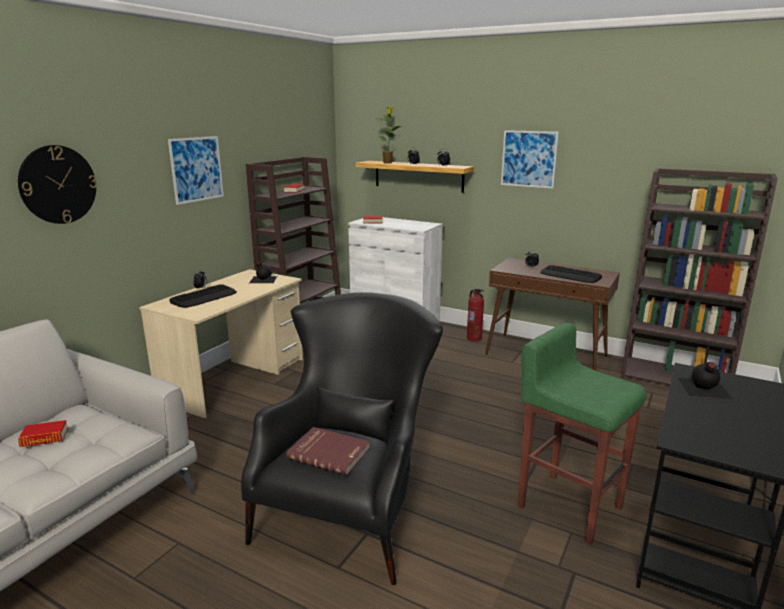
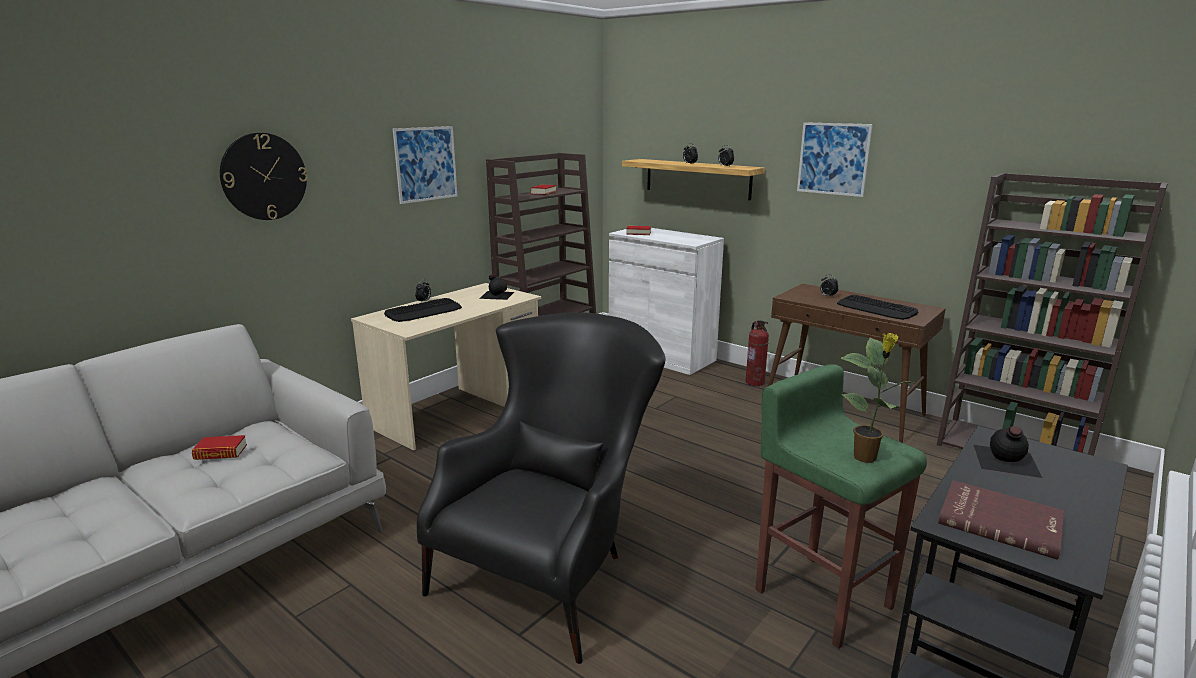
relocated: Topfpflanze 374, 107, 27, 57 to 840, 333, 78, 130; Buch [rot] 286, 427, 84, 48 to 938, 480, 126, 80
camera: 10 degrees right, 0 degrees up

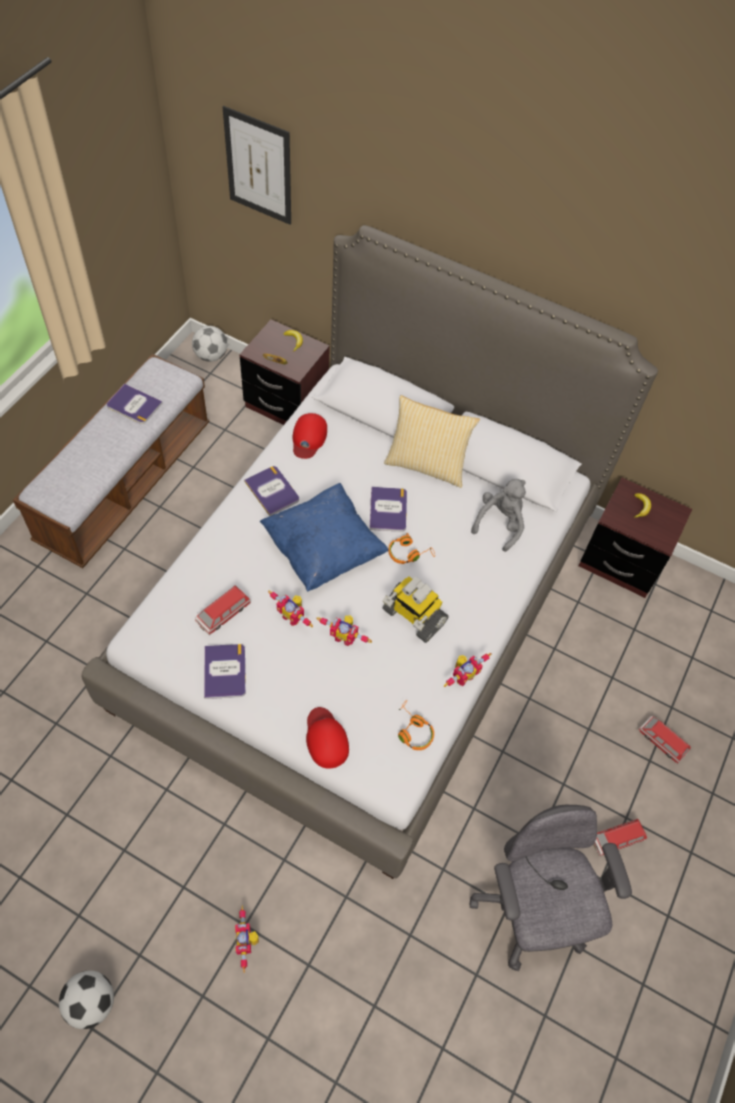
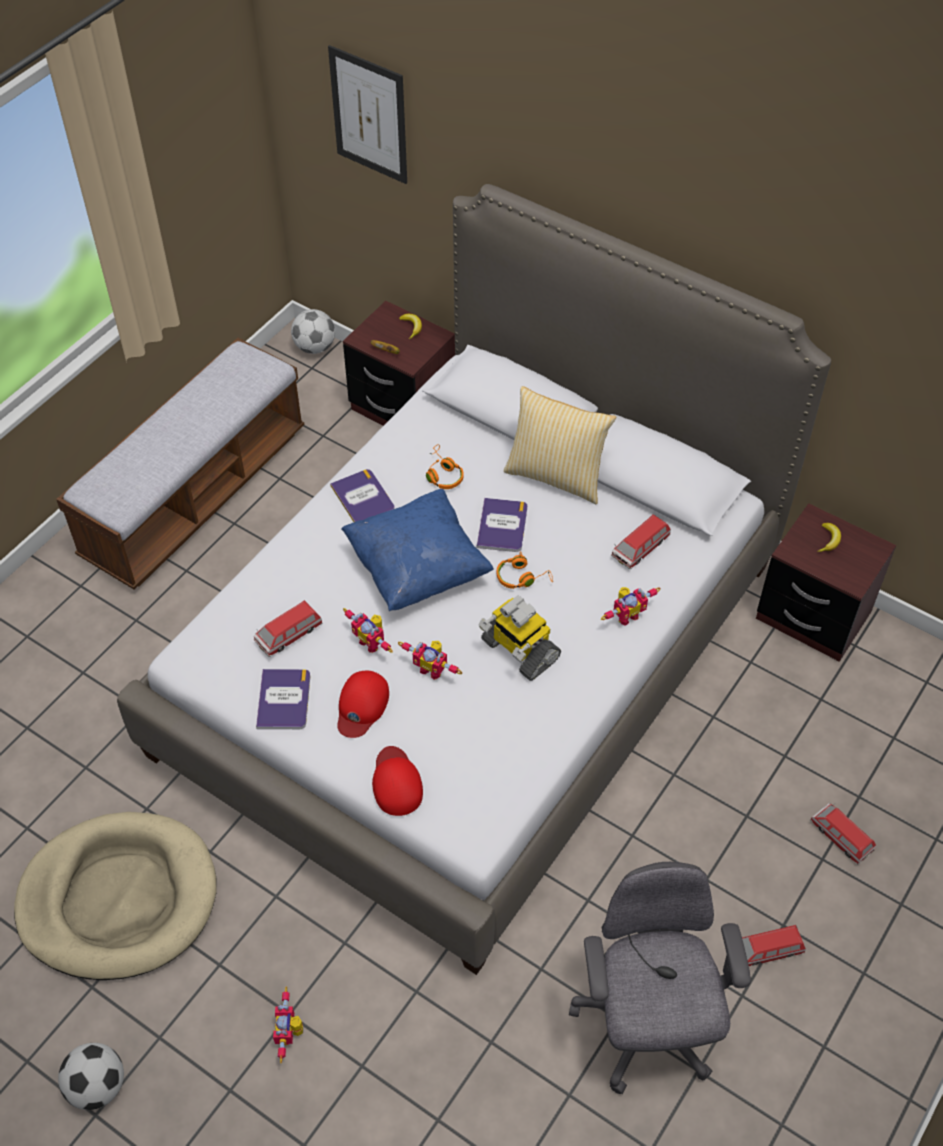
missing: Buch 107, 384, 56, 40
appeared: Hundebett [beige] 14, 812, 202, 168
relocated: Kappe [rot] 292, 413, 35, 46 to 337, 671, 52, 67; Kopfhörer [orange] 398, 700, 36, 50 to 426, 444, 38, 45; Spielzeugroboter 444, 653, 48, 34 to 601, 587, 59, 39
exchanged: Plüschtier [grau] 471, 479, 55, 73 to Spielzeugauto 611, 514, 60, 55
camera: 10 degrees right, 5 degrees down

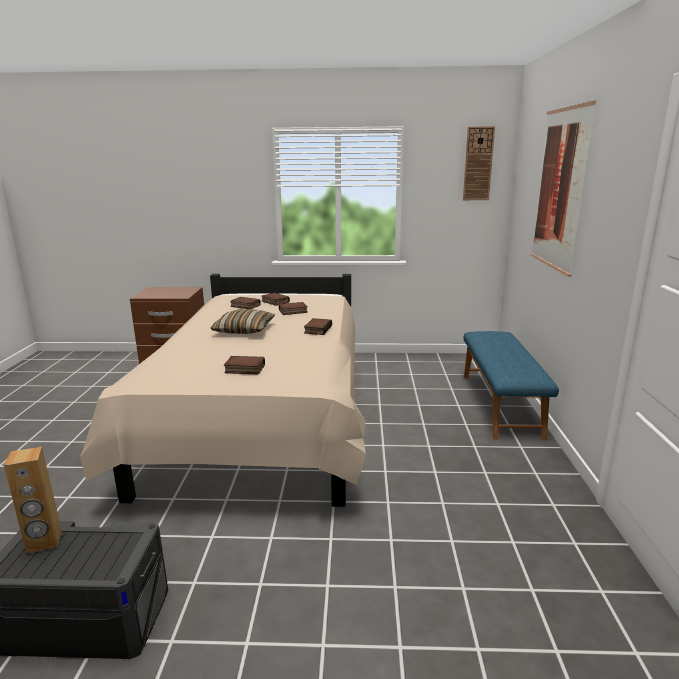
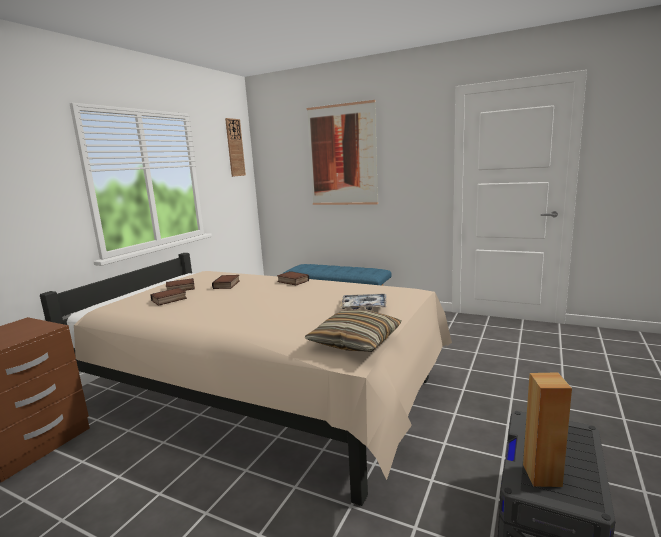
relocated: Kissen 210, 309, 65, 25 to 304, 310, 98, 42
exchanged: Buch 224, 356, 41, 18 to Tablett 339, 294, 47, 16
camera: 65 degrees left, 5 degrees down

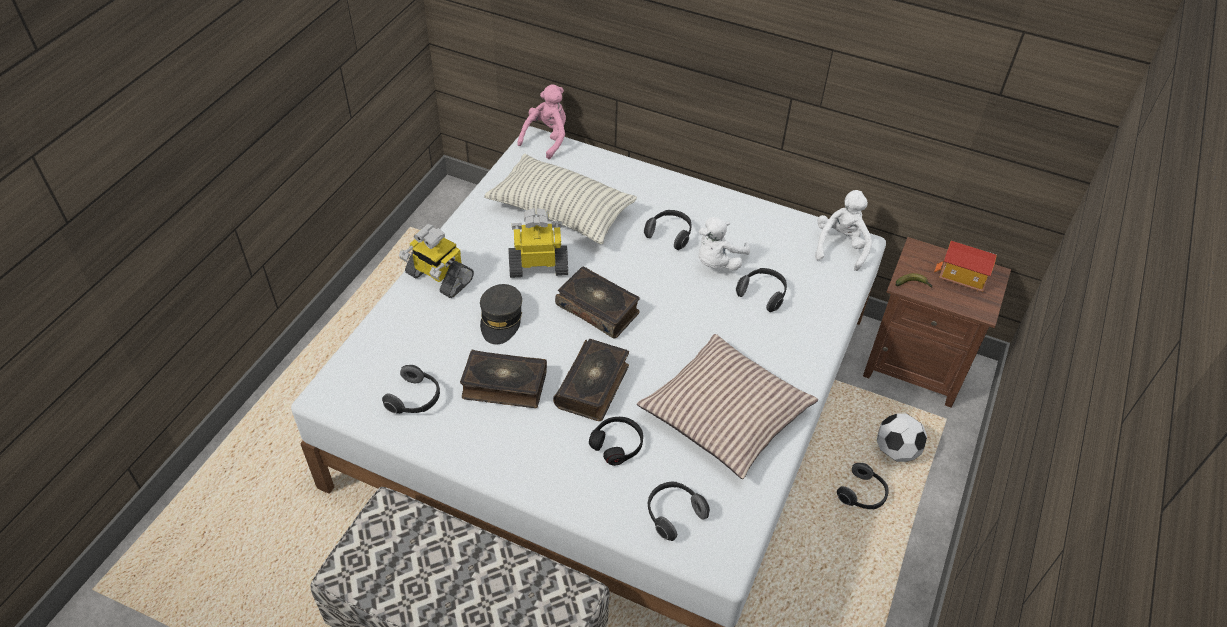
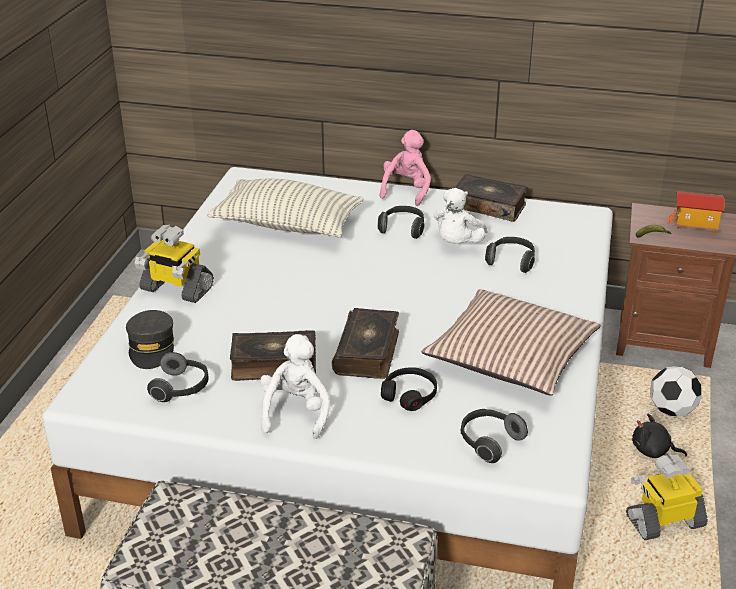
relocated: Kappe [grau] 480, 284, 42, 60 to 126, 310, 48, 59; Plüschtier [weiß] 815, 190, 57, 81 to 260, 334, 70, 105; Plüschtier [rosa] 517, 84, 49, 75 to 379, 130, 52, 76; Buch 555, 266, 85, 72 to 455, 174, 72, 48; Spielzeugroboter 508, 208, 60, 70 to 626, 455, 82, 85
exchanged: Kopfhörer 837, 463, 52, 47 to Plüschtier [schwarz] 632, 414, 55, 44
camera: 10 degrees left, 15 degrees down

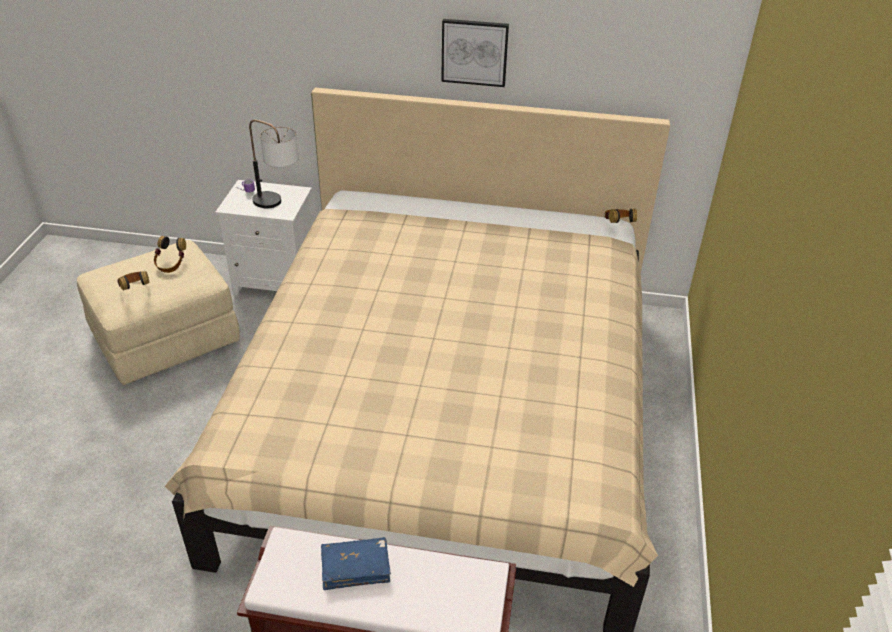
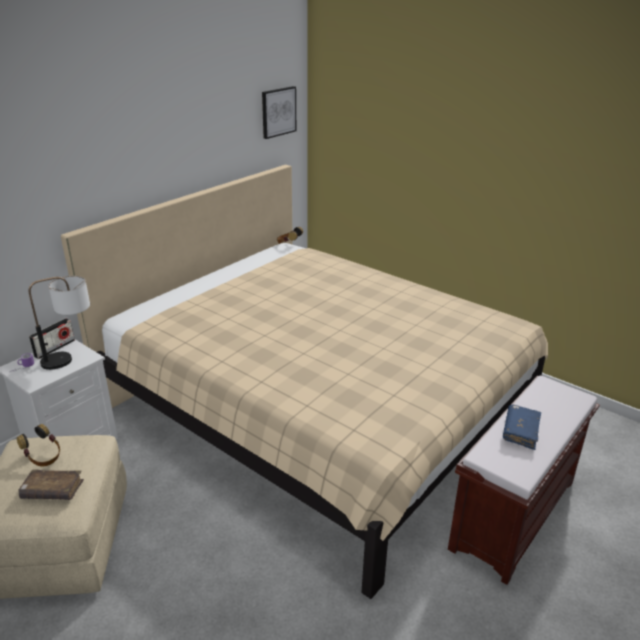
appeared: Radio 29, 318, 46, 41
relocated: Bild 441, 19, 68, 68 to 262, 86, 34, 53
exchanged: Kopfhörer 117, 271, 32, 19 to Buch [braun] 18, 469, 66, 31
camera: 60 degrees left, 10 degrees down

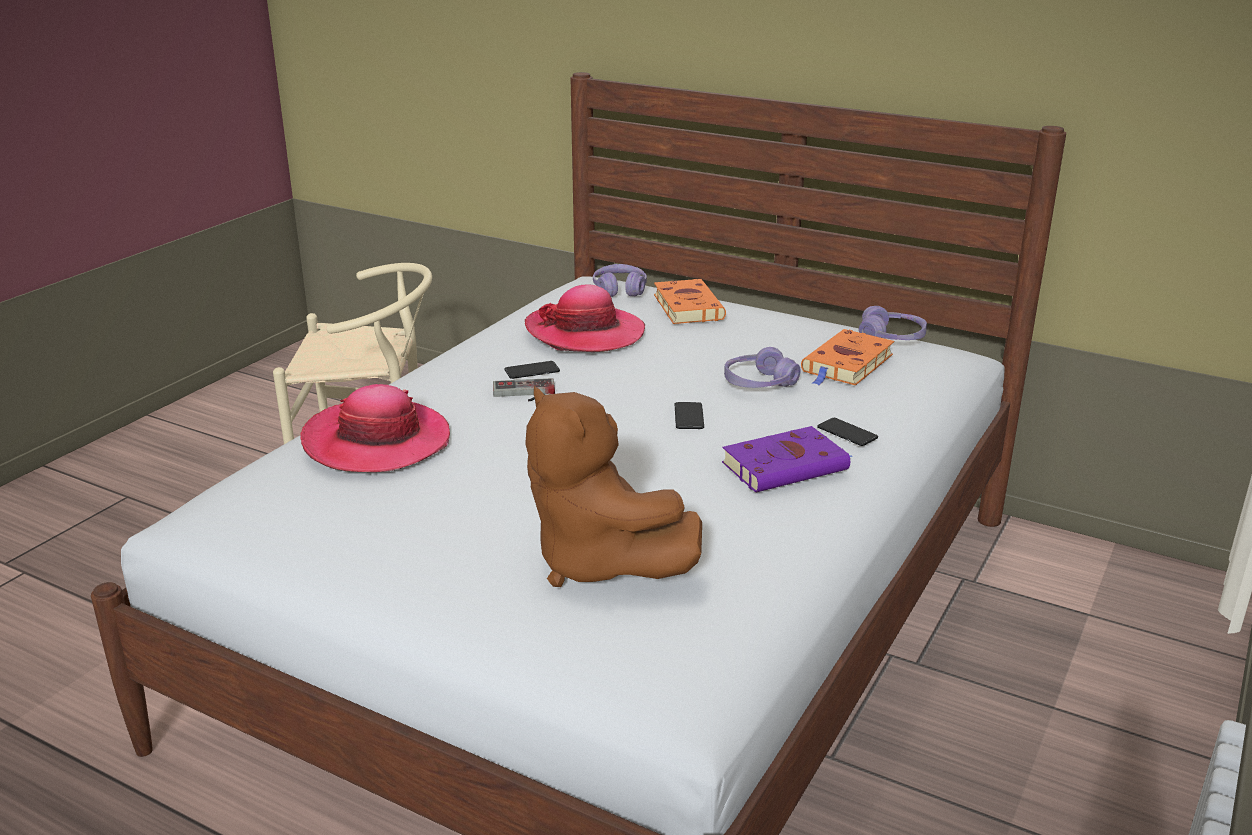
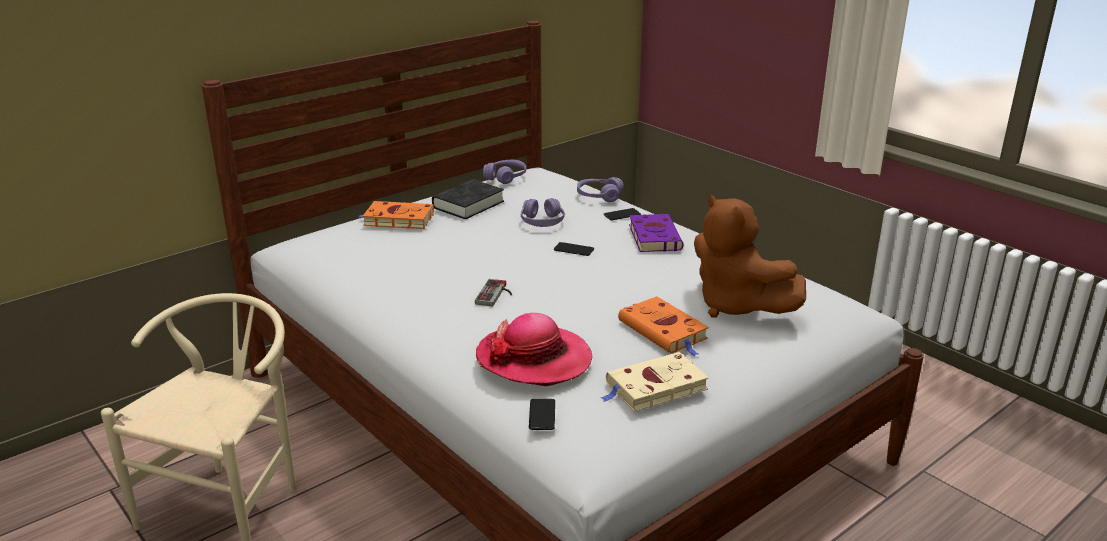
missing: Hut 525, 284, 120, 68
appeared: Buch [schwarz] 432, 179, 72, 40; Buch [beige] 601, 352, 108, 60
relocated: Handy 504, 361, 56, 18 to 529, 399, 26, 31; Kopfhörer [lila] 593, 264, 54, 33 to 577, 177, 47, 25; Buch [orange] 801, 329, 93, 57 to 618, 297, 91, 59
spun: Plüschtier [braun] 525, 385, 177, 202 = 694, 194, 112, 124 75 degrees clockwise
camera: 70 degrees left, 0 degrees up

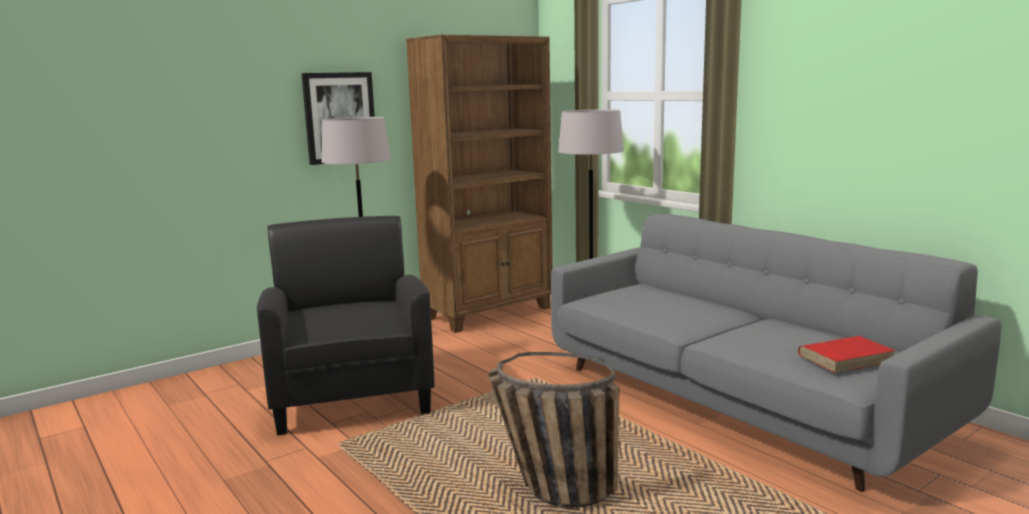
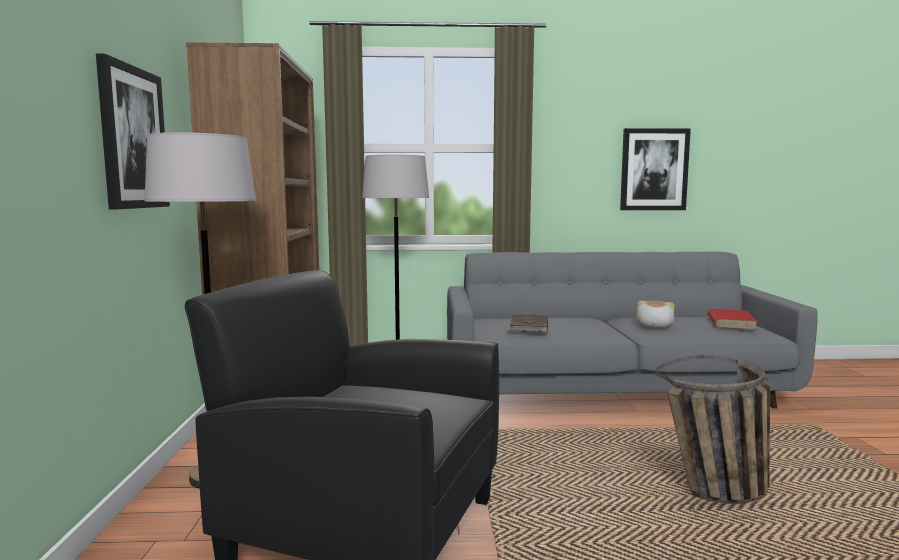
appeared: Buch [braun] 507, 315, 41, 18; Bild 620, 128, 71, 82; Plüschtier 636, 300, 39, 28
camera: 55 degrees left, 5 degrees down

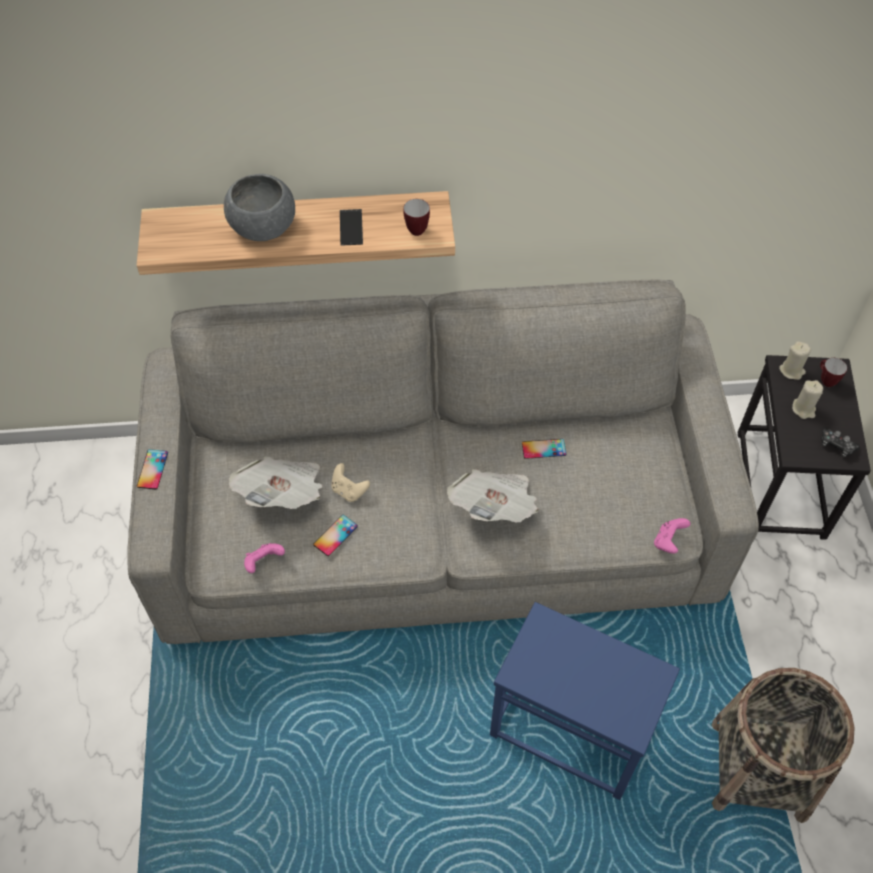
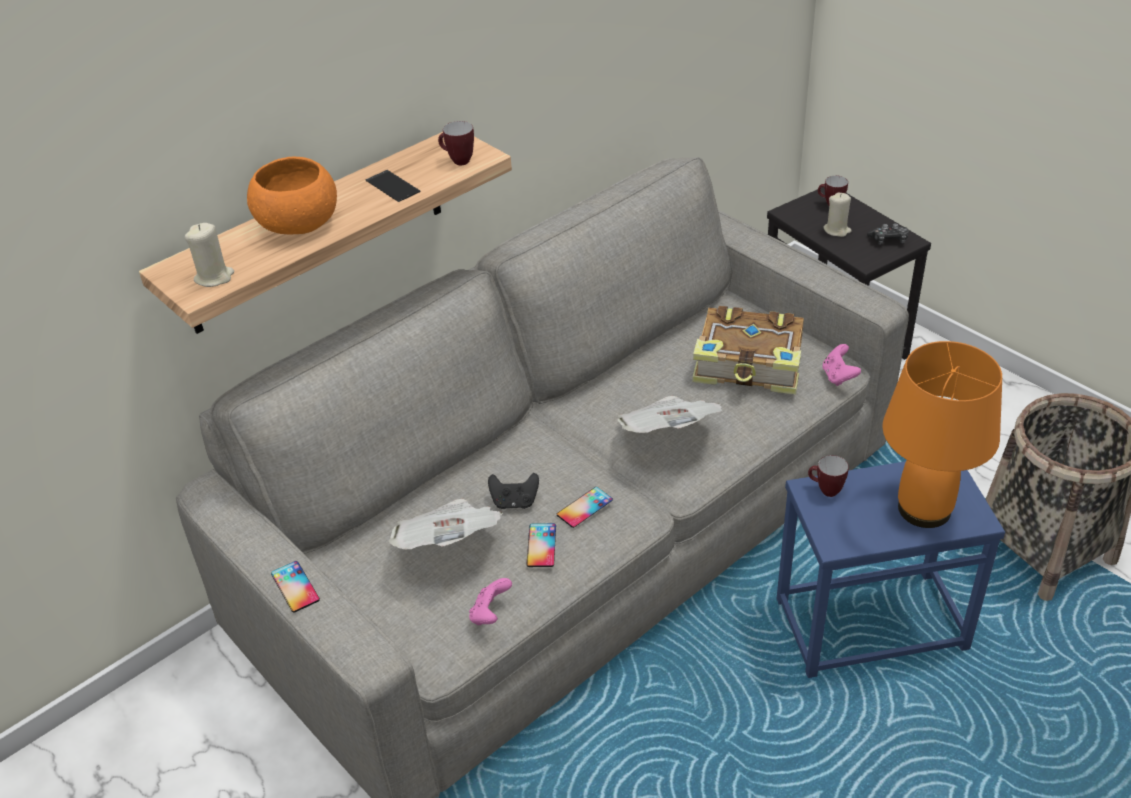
appeared: Buch 693, 306, 111, 88; Henkelbecher 808, 455, 41, 42; Tischlampe [orange] 882, 341, 120, 187
relocated: Kerze [beige] 779, 341, 32, 39 to 185, 223, 49, 64; Handy 522, 439, 44, 20 to 557, 487, 56, 41
colour: Schüssel [grau] 224, 174, 71, 67 to Schüssel [orange] 247, 157, 90, 77; Gamepad [beige] 331, 463, 39, 39 to Gamepad [schwarz] 488, 473, 51, 36
camera: 35 degrees left, 15 degrees down

